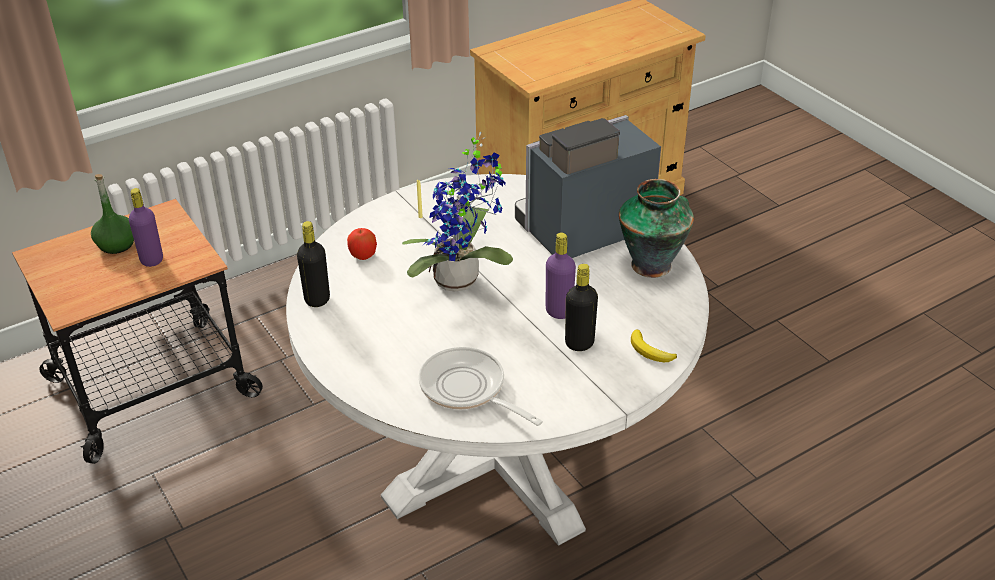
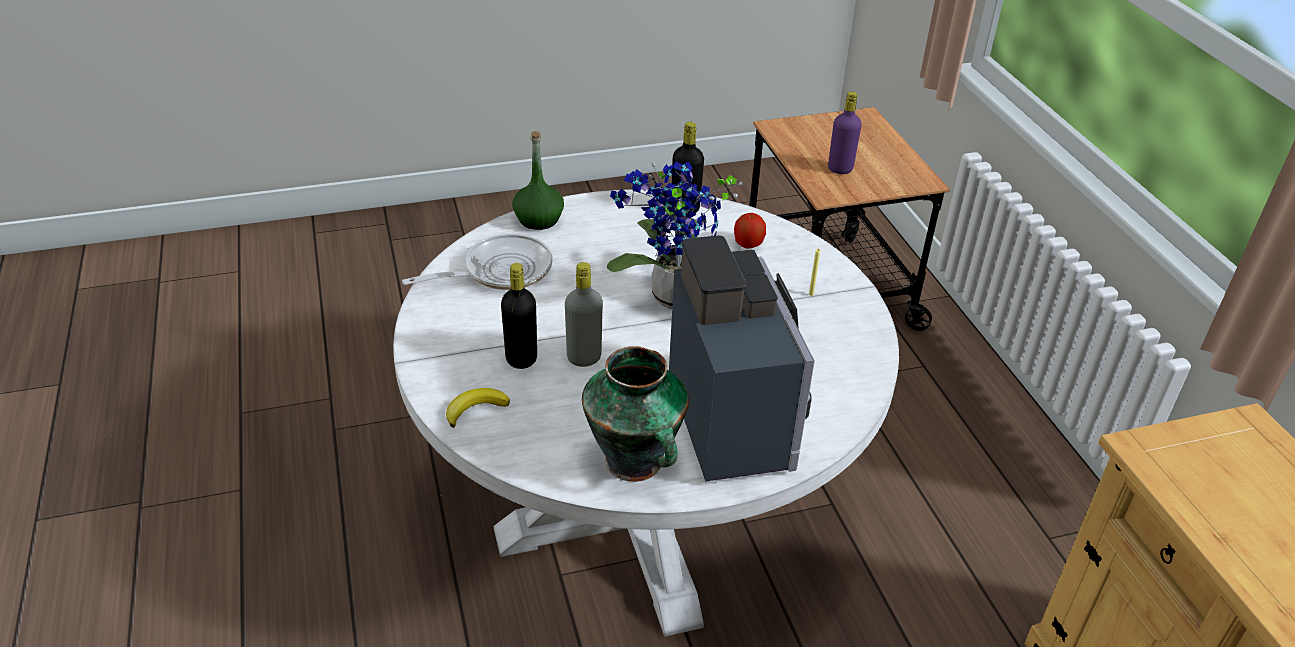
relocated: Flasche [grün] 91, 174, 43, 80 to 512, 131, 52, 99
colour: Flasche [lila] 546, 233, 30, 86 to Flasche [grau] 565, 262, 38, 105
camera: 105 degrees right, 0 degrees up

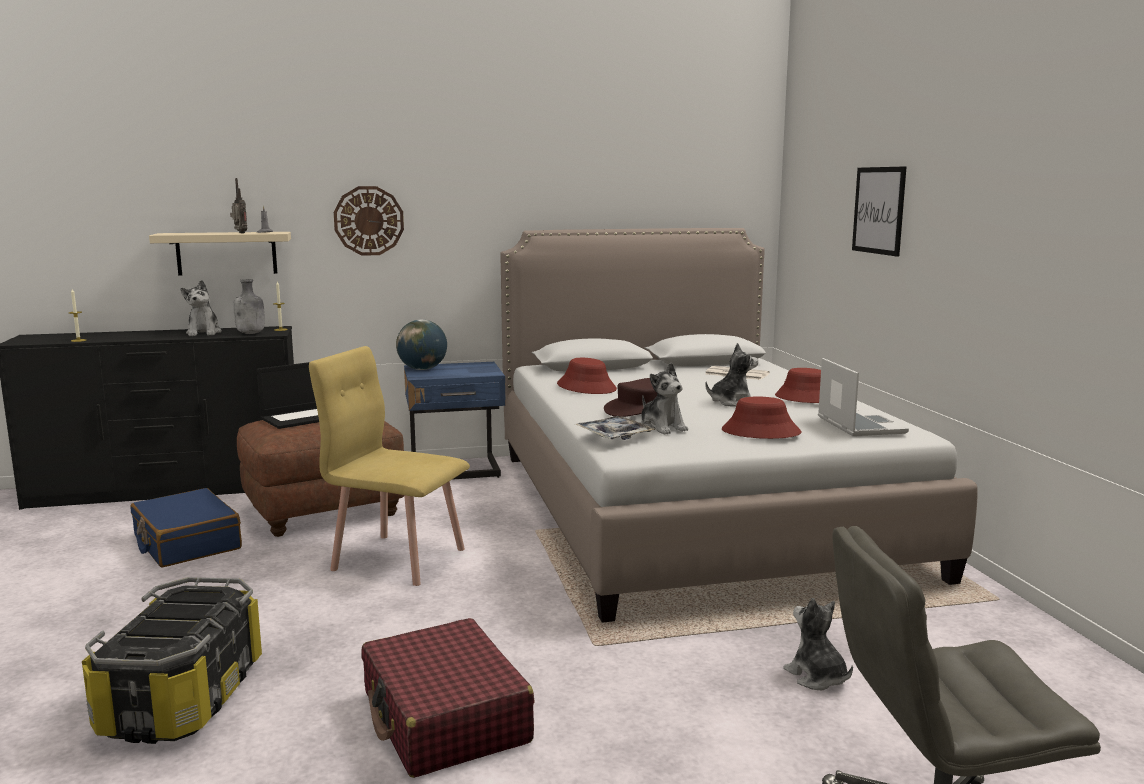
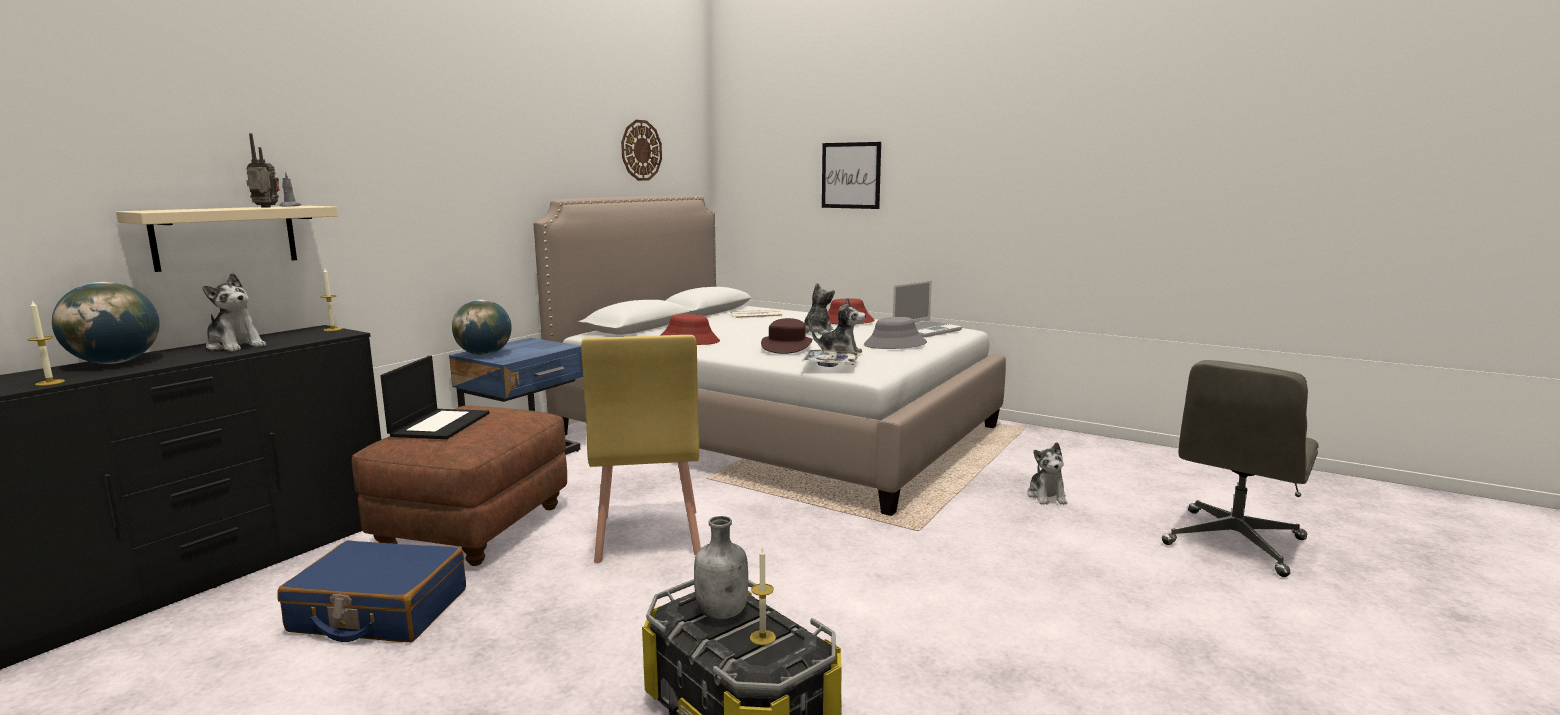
missing: Koffer [rot] 361, 618, 174, 160
appeared: Globus 52, 282, 108, 82; Kerze 750, 547, 26, 98
relocated: Wanduhr 334, 186, 70, 70 to 621, 120, 41, 61; Flasche [grau] 233, 279, 32, 55 to 694, 516, 54, 103
colour: Hut [rot] 721, 397, 81, 42 to Hut [grau] 864, 317, 63, 32
spun: Stuhl [gelb] 309, 346, 161, 240 = 581, 335, 120, 228 75 degrees counterclockwise; Laptop 818, 358, 91, 78 = 893, 281, 69, 56 105 degrees clockwise; Plüschtier 783, 598, 70, 92 = 1027, 442, 41, 63 105 degrees counterclockwise
camera: 45 degrees left, 0 degrees up

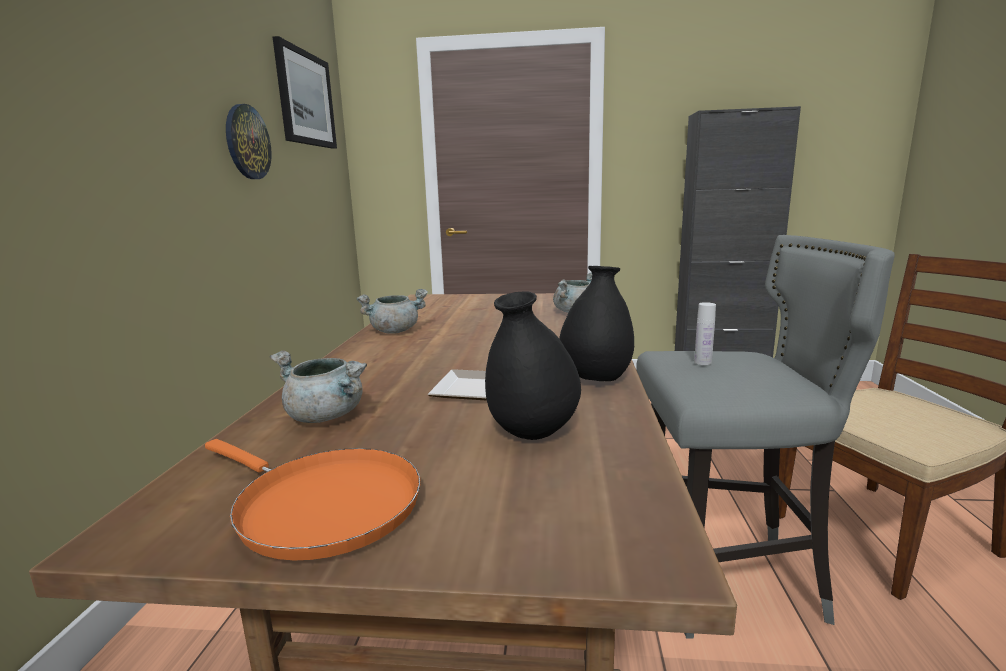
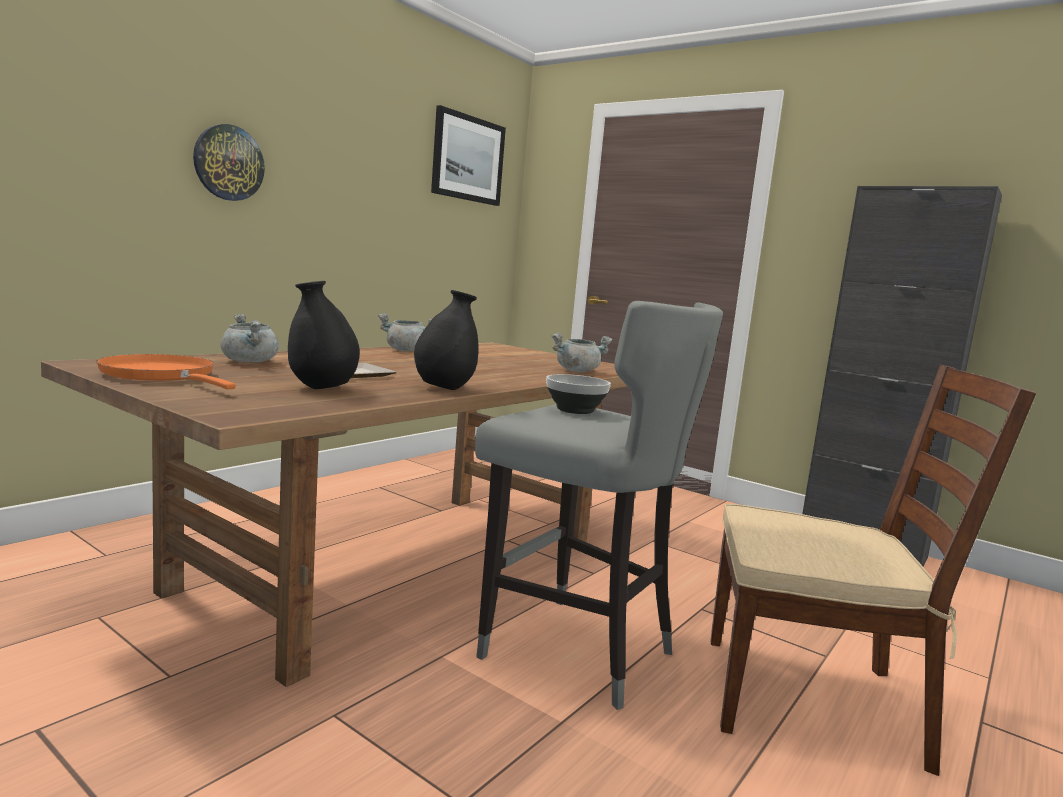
relocated: Wanduhr 226, 104, 46, 75 to 193, 124, 72, 77
exchanged: Flasche [weiß] 694, 302, 22, 63 to Schüssel 546, 374, 65, 40
spun: Pfanne [orange] 205, 439, 216, 121 = 96, 354, 140, 35 150 degrees clockwise
camera: 30 degrees right, 5 degrees down

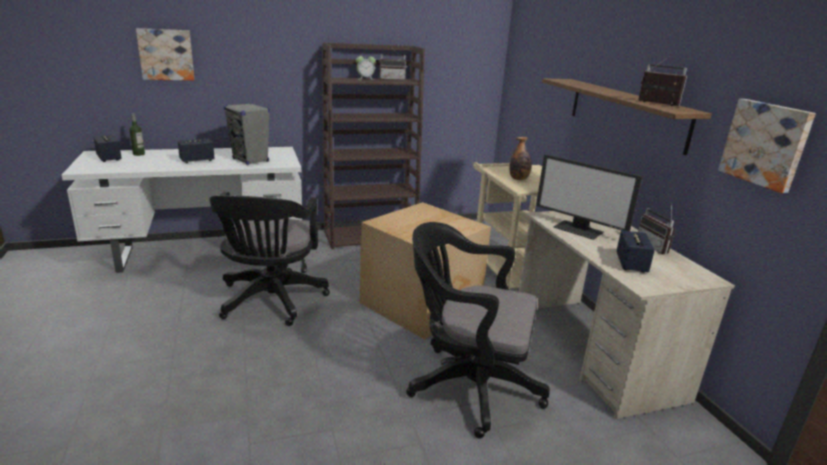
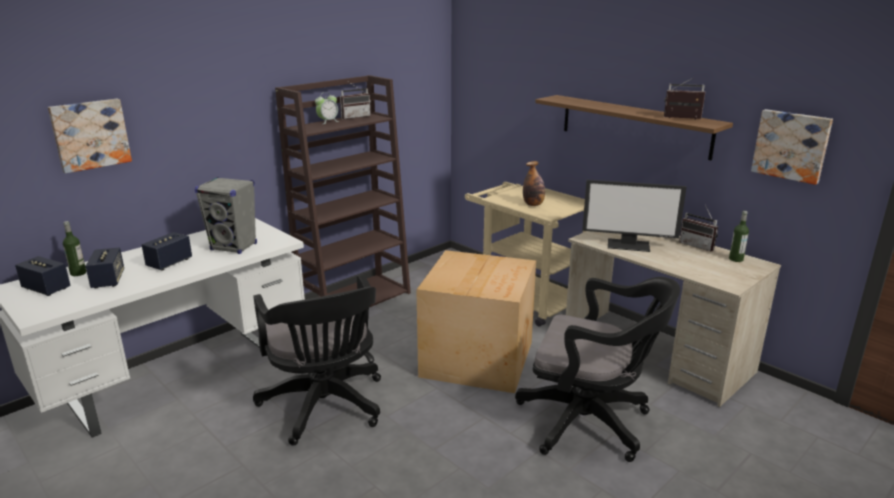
appeared: Flasche 729, 211, 20, 51
relocated: Lautsprecher 616, 230, 39, 43 to 85, 248, 39, 40
spun: Bürostuhl [schwarz] 406, 222, 144, 217 = 515, 277, 165, 185 150 degrees counterclockwise
camera: 25 degrees left, 0 degrees up

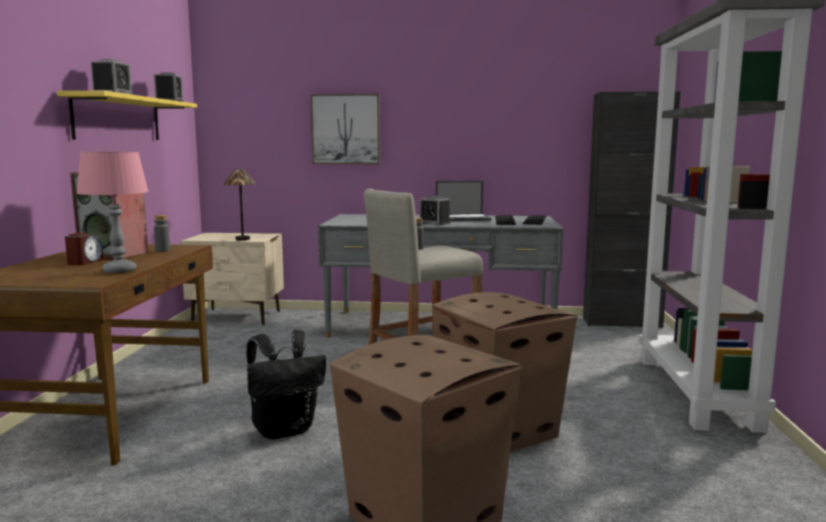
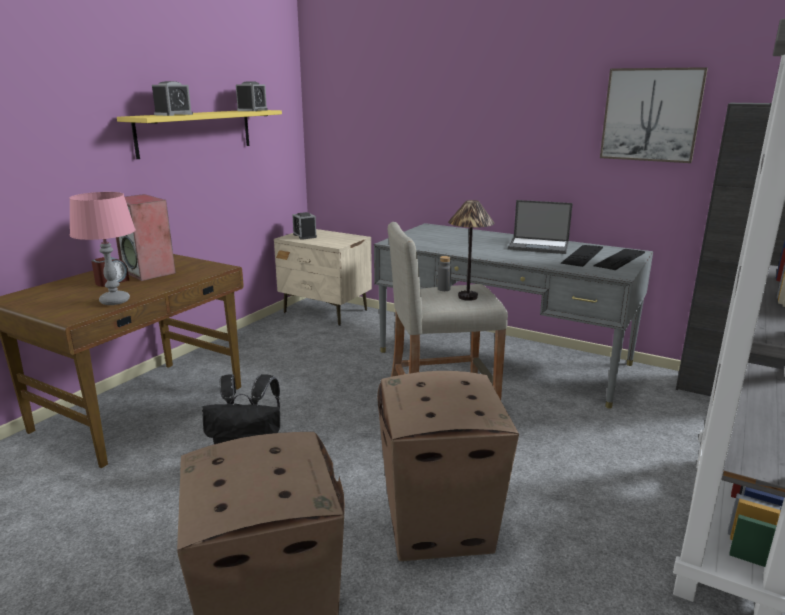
missing: Flasche [grau] 154, 215, 16, 37
relocated: Wecker 420, 196, 31, 29 to 292, 212, 25, 28; Tischlampe 223, 169, 33, 72 to 448, 200, 47, 101; Bild 311, 94, 69, 70 to 600, 67, 108, 96
camera: 25 degrees right, 10 degrees up

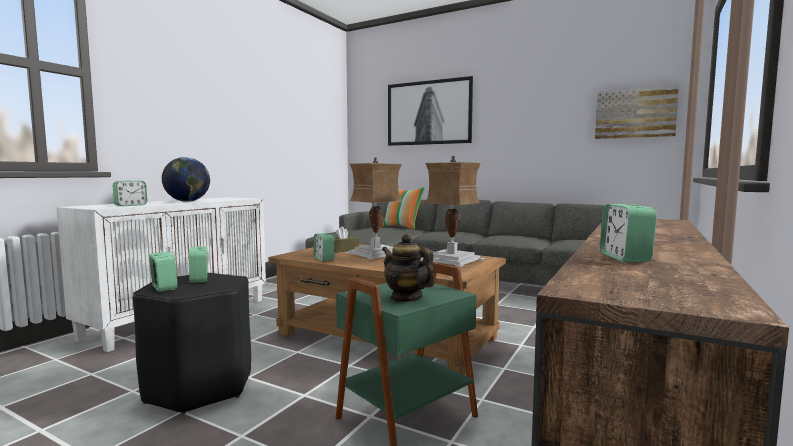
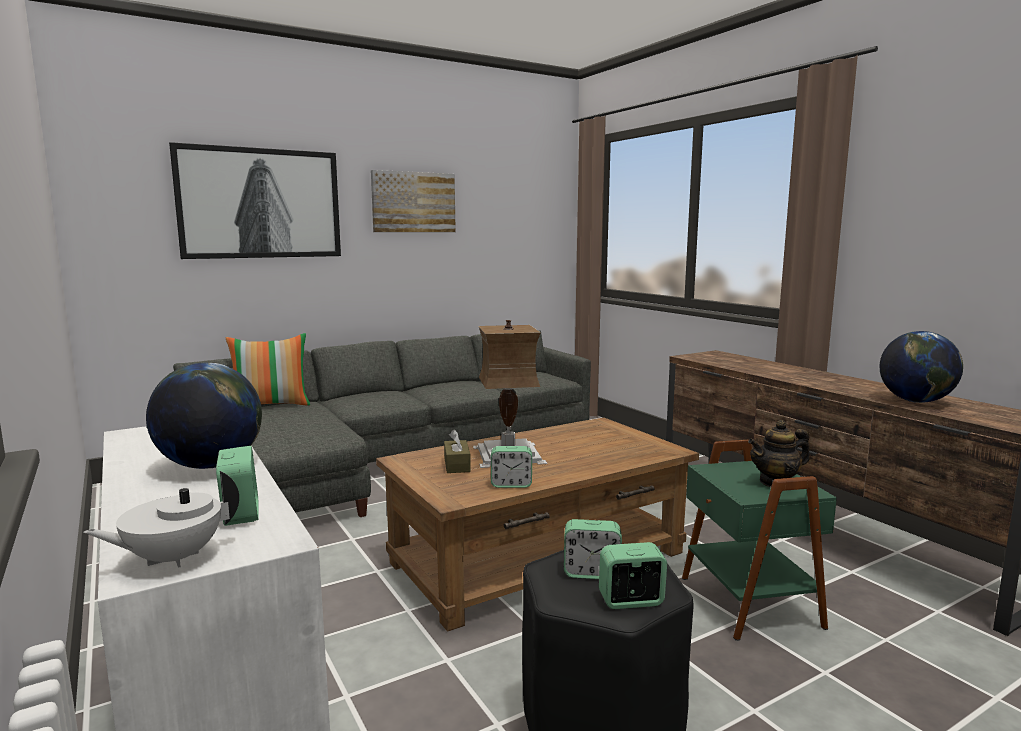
missing: Tischlampe 421, 156, 64, 111
appeared: Teekanne [weiß] 84, 471, 155, 97
relocated: Bild 595, 85, 84, 54 to 371, 170, 85, 62
exchanged: Wecker 600, 204, 57, 58 to Globus 879, 331, 84, 72
camera: 60 degrees left, 5 degrees up

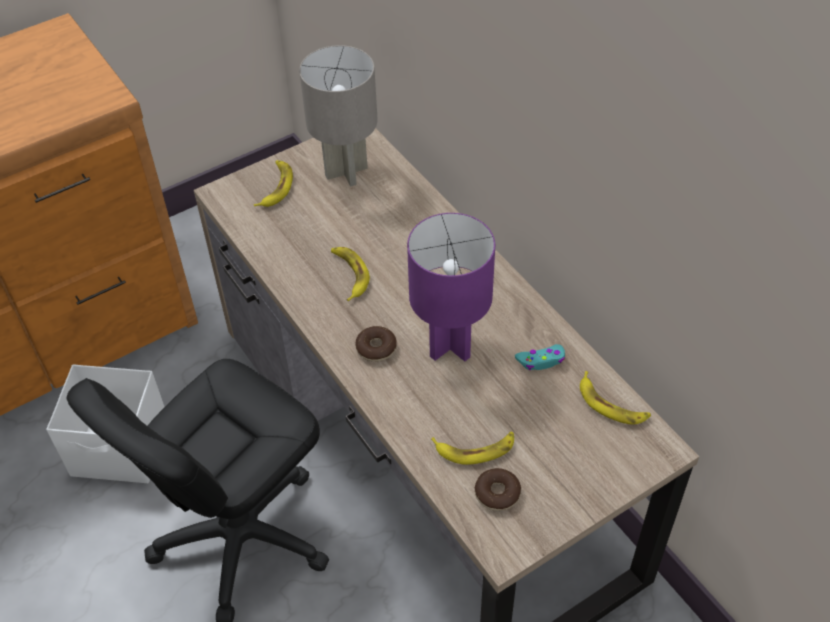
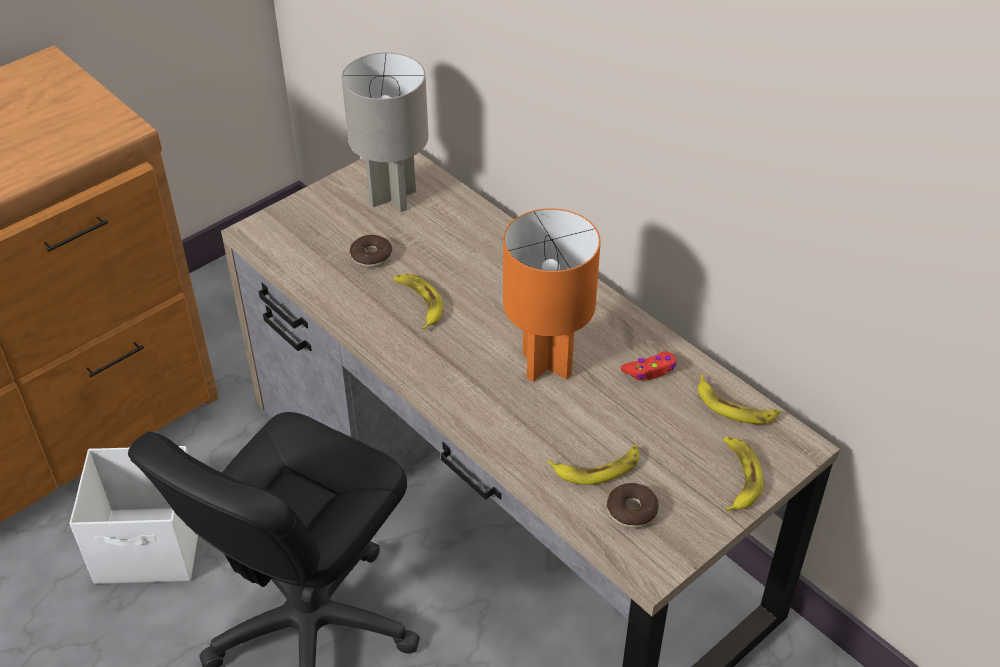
relocated: Donut 355, 326, 42, 36 to 350, 235, 42, 33; Banane 254, 160, 39, 47 to 723, 437, 40, 74
colour: Tischlampe [lila] 407, 213, 88, 149 to Tischlampe [orange] 503, 208, 98, 174; Gamepad [türkis] 515, 344, 50, 26 to Gamepad [rot] 621, 351, 56, 29
camera: 10 degrees left, 5 degrees down

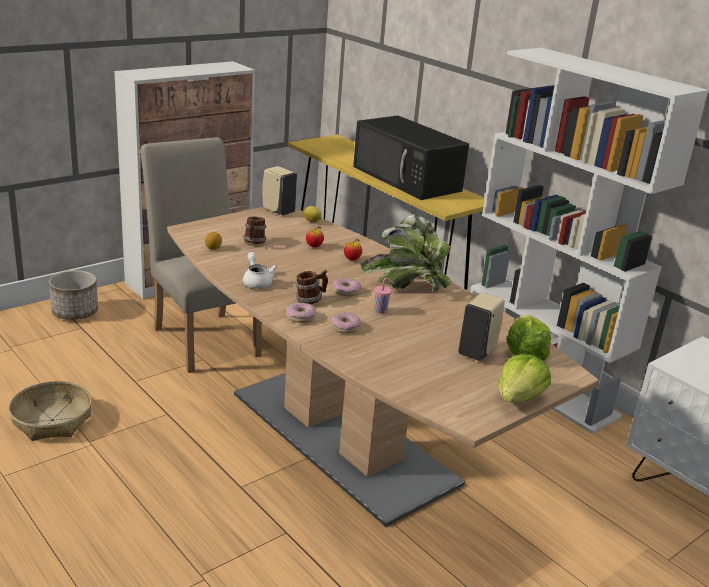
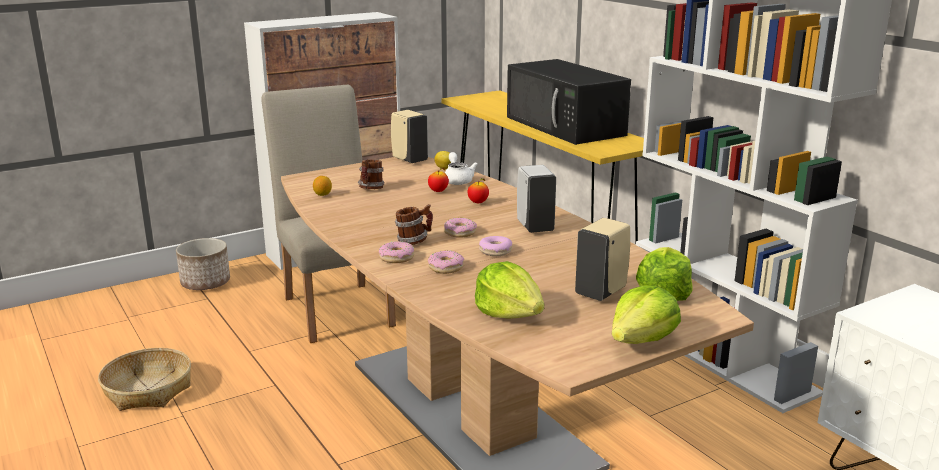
appeared: Salatkopf 475, 261, 69, 58
relocated: Teekanne [weiß] 243, 252, 35, 37 to 445, 152, 33, 33
exchanged: Tasse [rosa] 374, 278, 20, 36 to Donut 479, 236, 33, 20; Topfpflanze 361, 214, 91, 78 to Seifenspender [weiß] 517, 165, 39, 68
camera: 10 degrees right, 5 degrees down

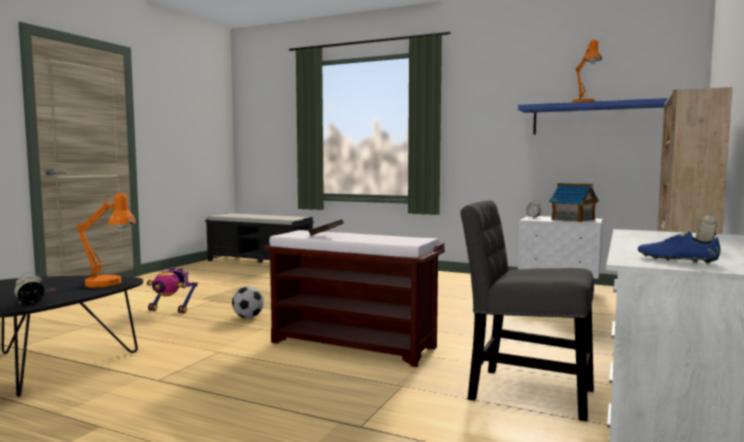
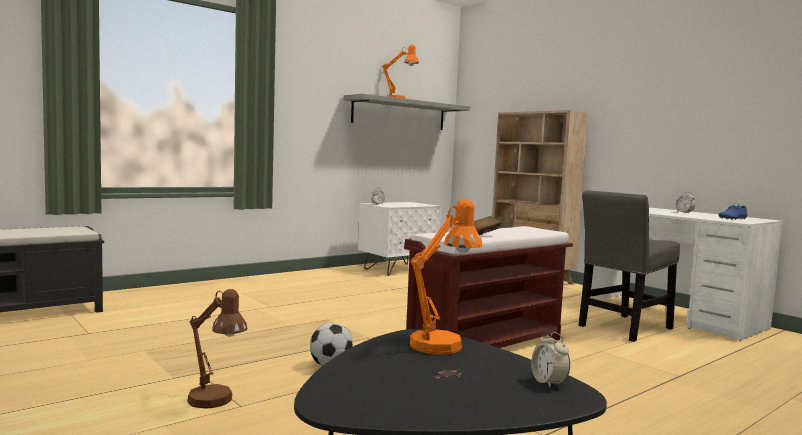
missing: Spielzeughaus 549, 183, 50, 39
exchanged: Spielzeugroboter 147, 267, 51, 46 to Tischlampe [braun] 187, 289, 60, 120
colour: Wandregal [blau] 518, 98, 150, 36 to Wandregal [grau] 344, 94, 126, 36
camera: 65 degrees left, 0 degrees up

